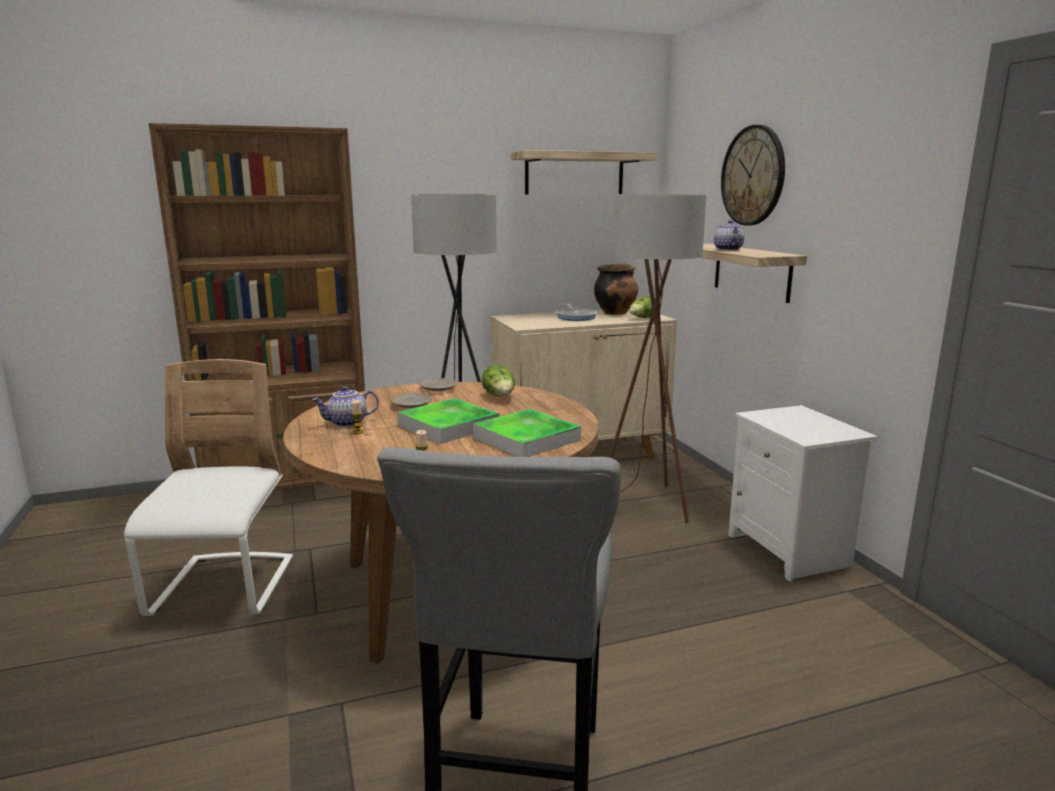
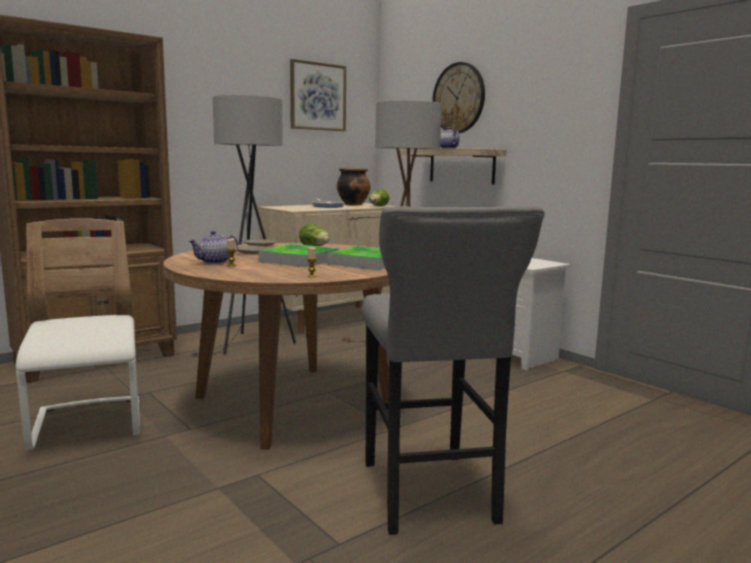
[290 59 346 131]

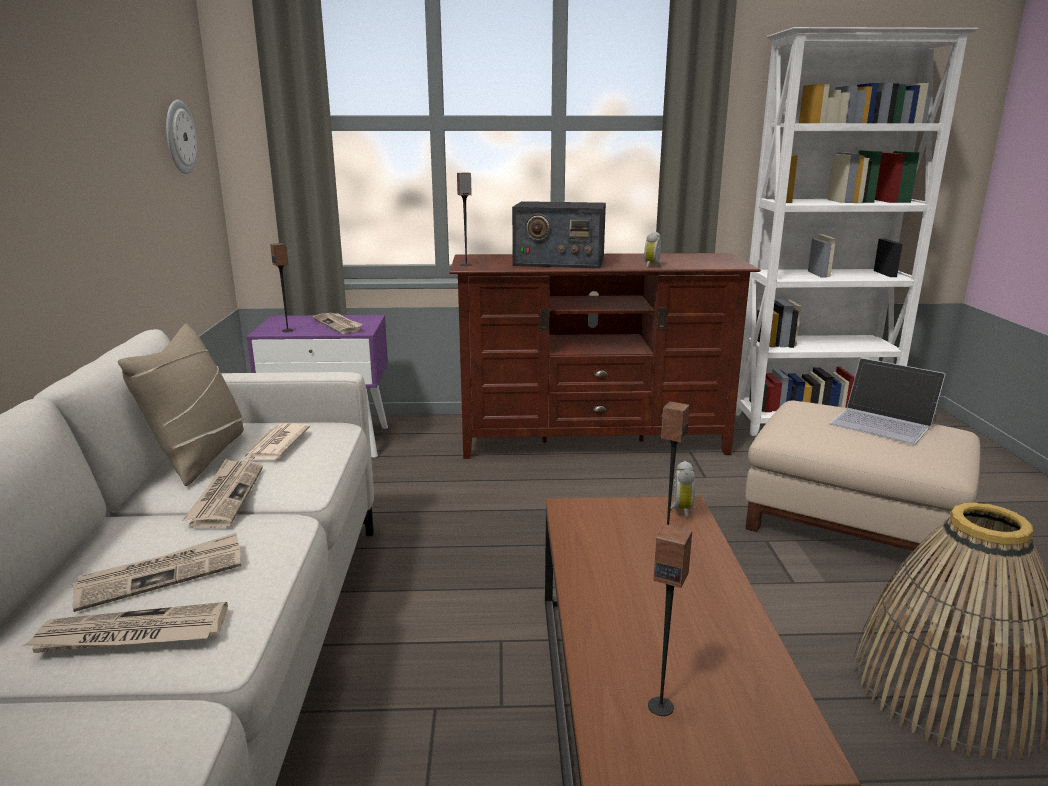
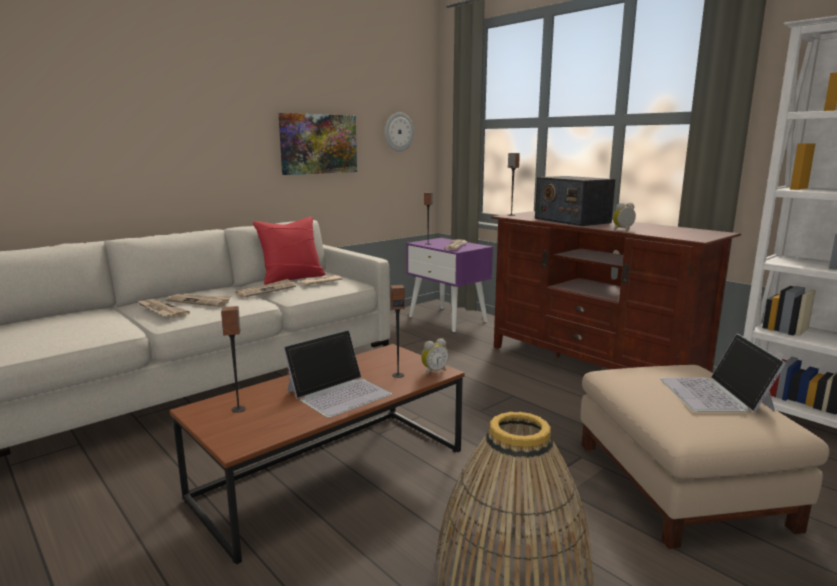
[253 217 326 285]
[278 113 357 175]
[283 330 392 418]

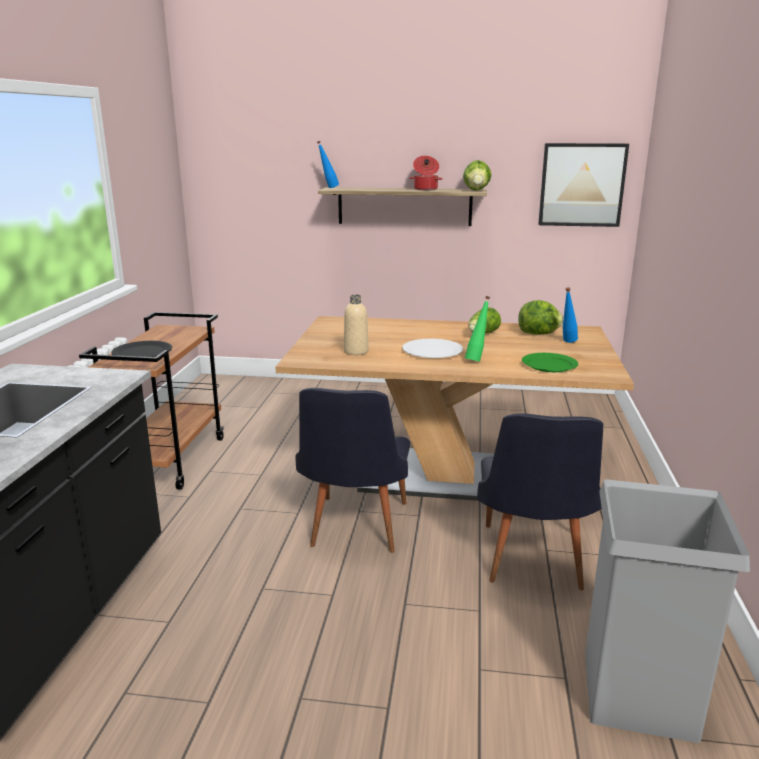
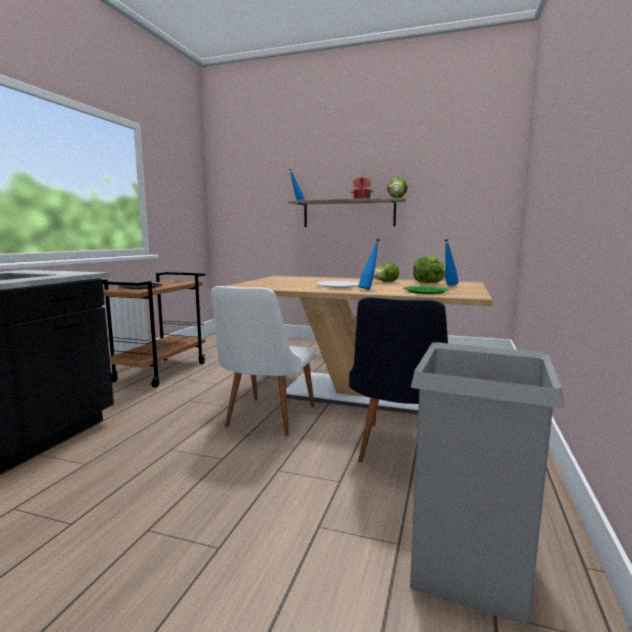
[211 286 316 436]
[358 239 380 290]
[344 294 369 355] (first image)
[538 143 629 227] (first image)

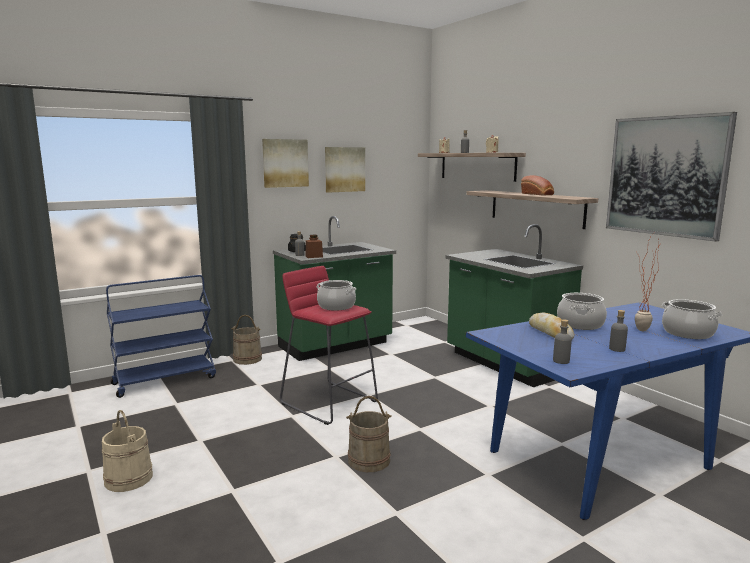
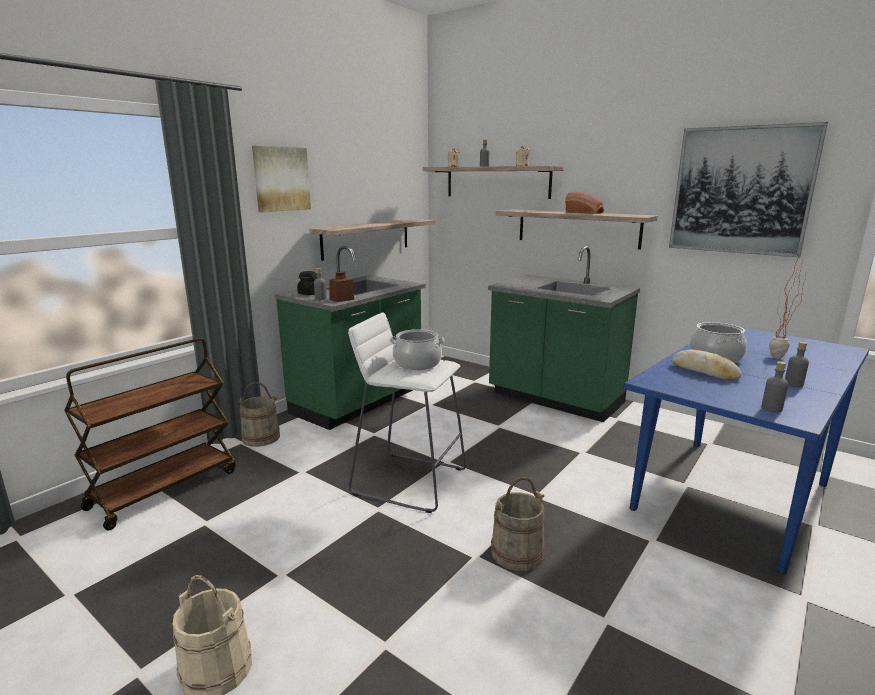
[64 338 236 530]
[310 219 435 261]
[348 312 466 513]
[325 147 365 193] (first image)
[662 299 722 339] (first image)

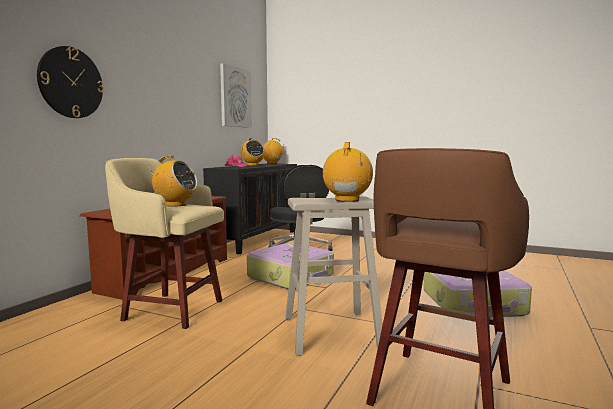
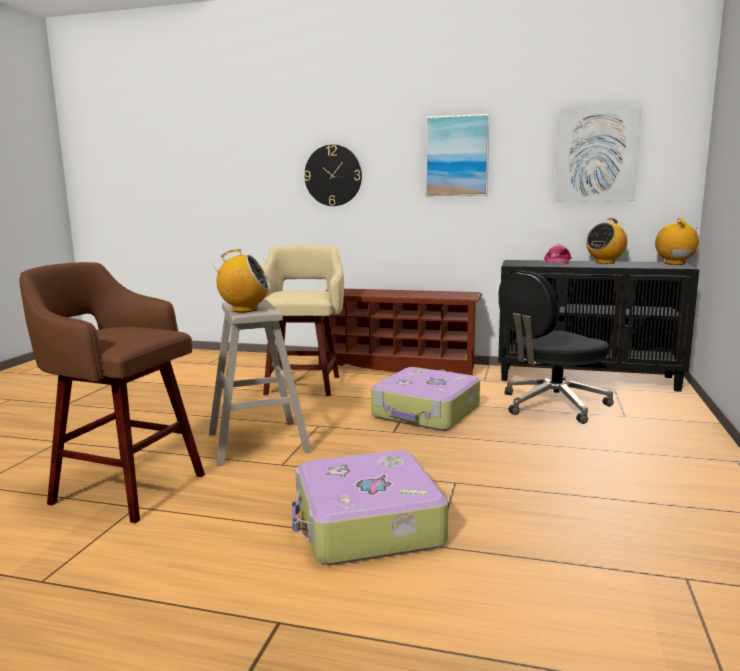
[426 114 490 196]
[148 156 197 207] (first image)

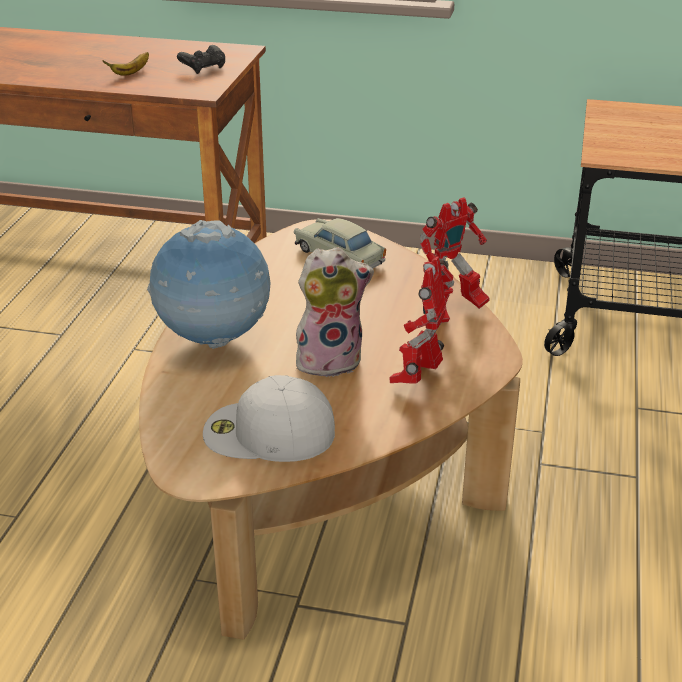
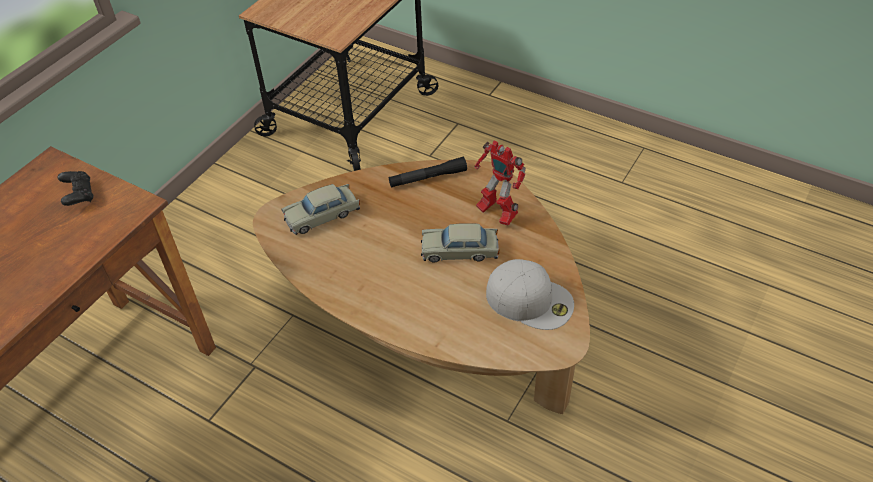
[389 157 467 188]
[421 223 499 263]
[486 259 574 330]
[102 52 149 76] (first image)
[147 220 271 349] (first image)

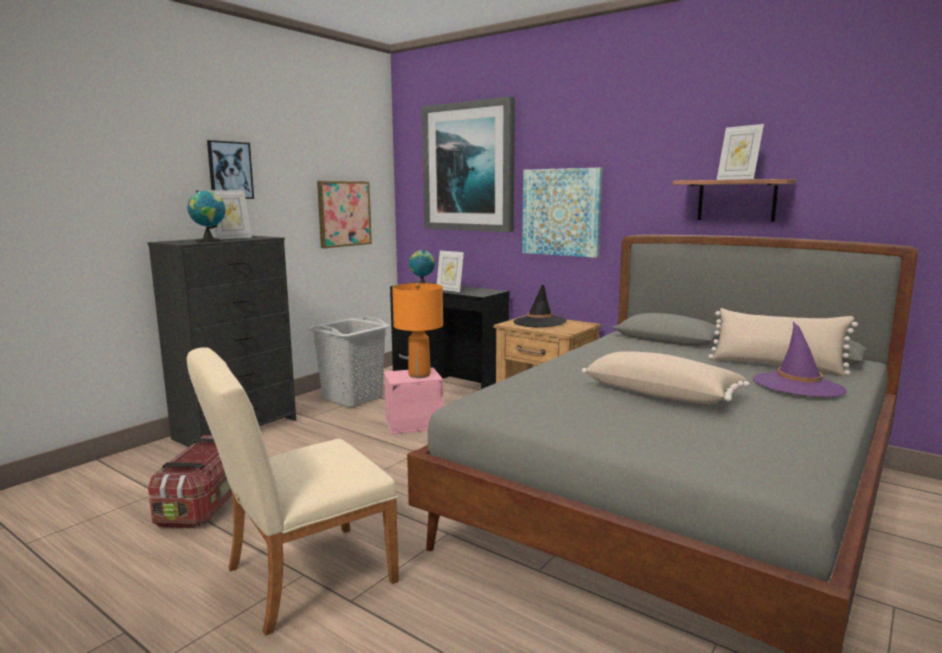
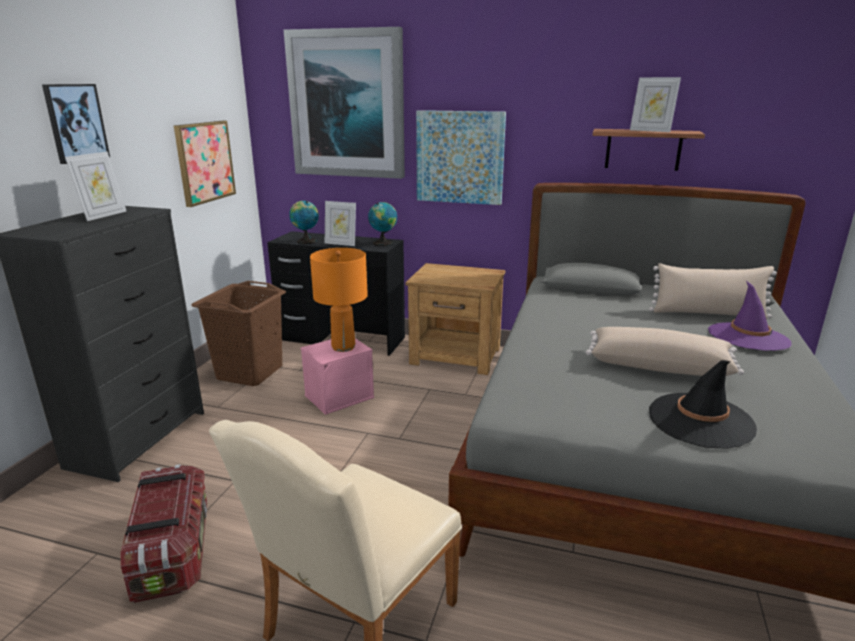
[192 281 286 386]
[368 202 397 246]
[649 360 757 449]

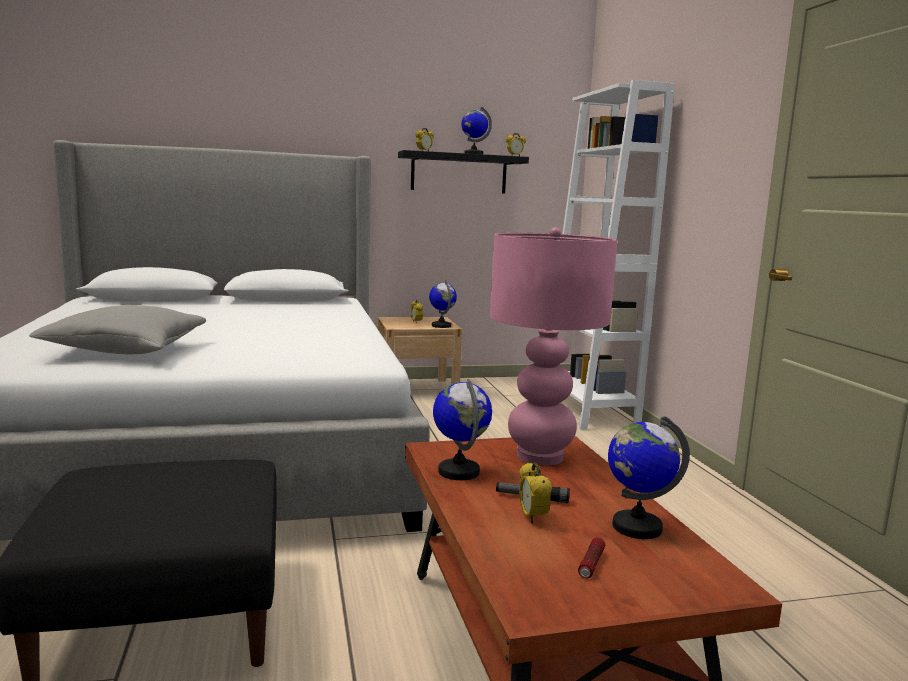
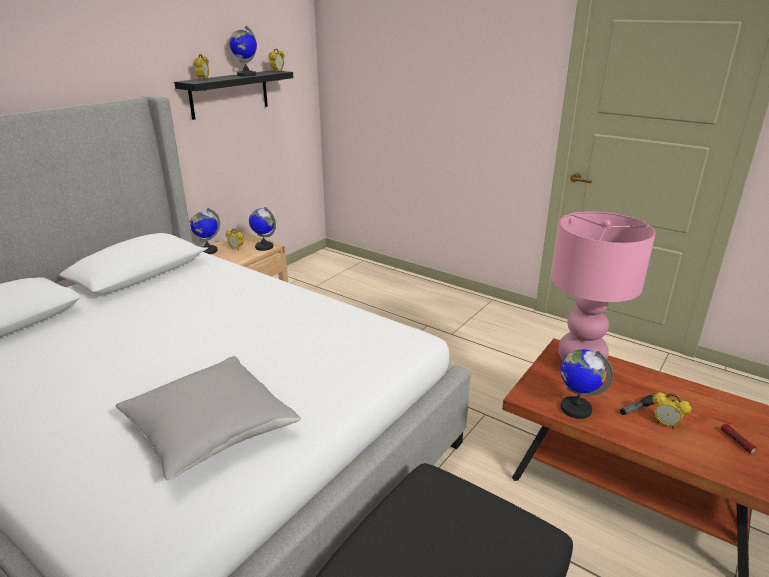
[190 208 220 254]
[563 80 675 430] (first image)

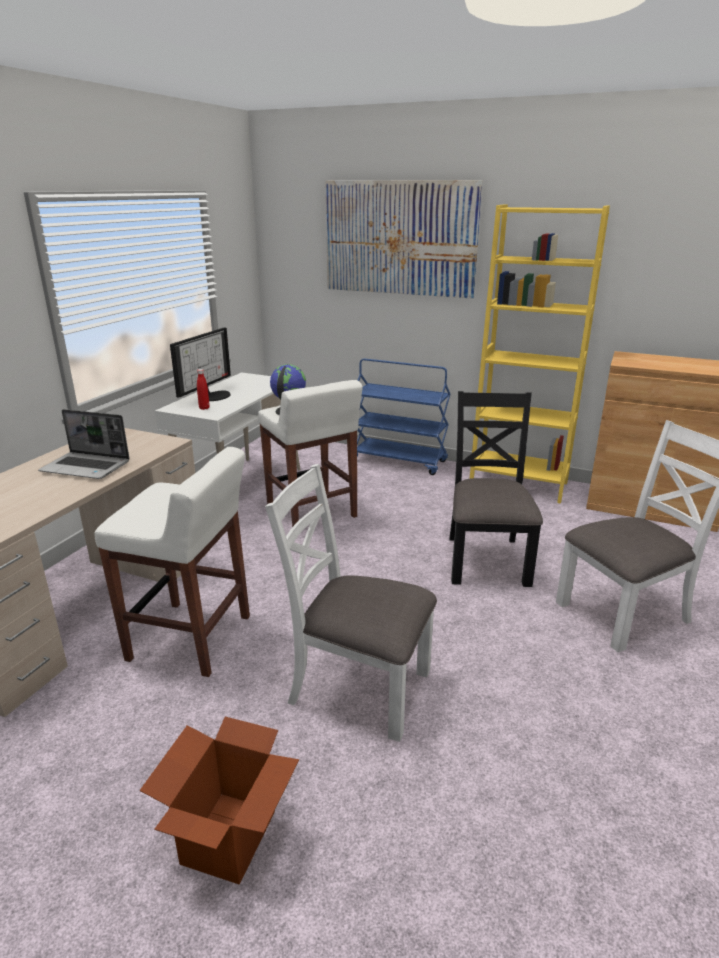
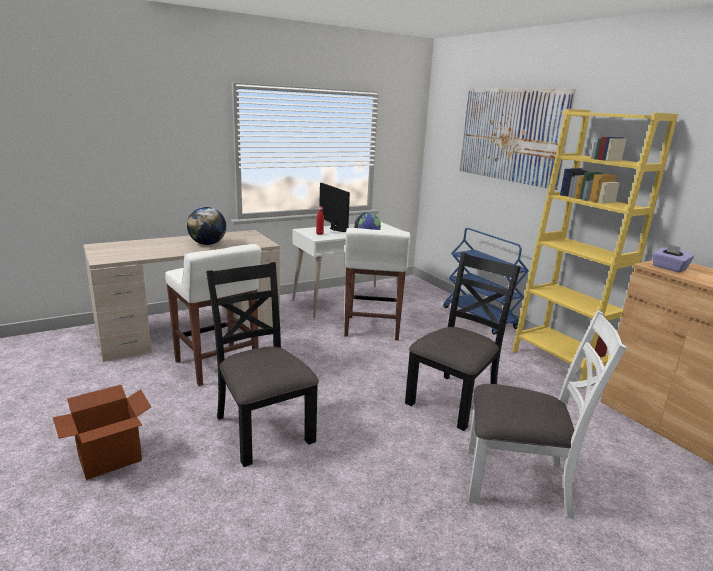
[187 207 226 245]
[206 262 319 467]
[319 183 350 232]
[652 244 694 272]

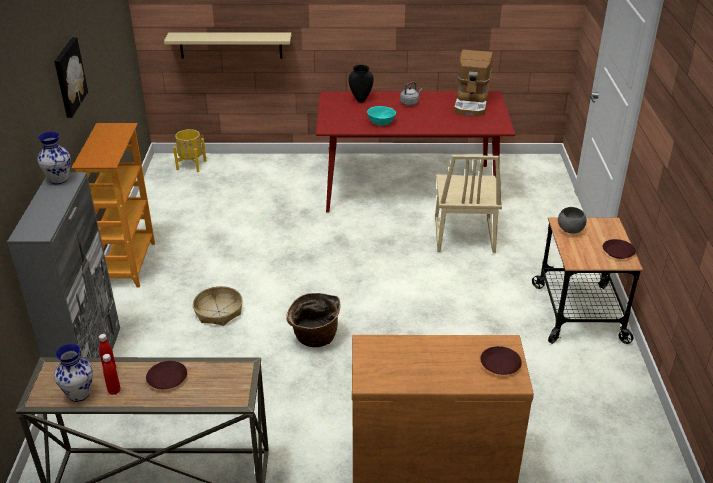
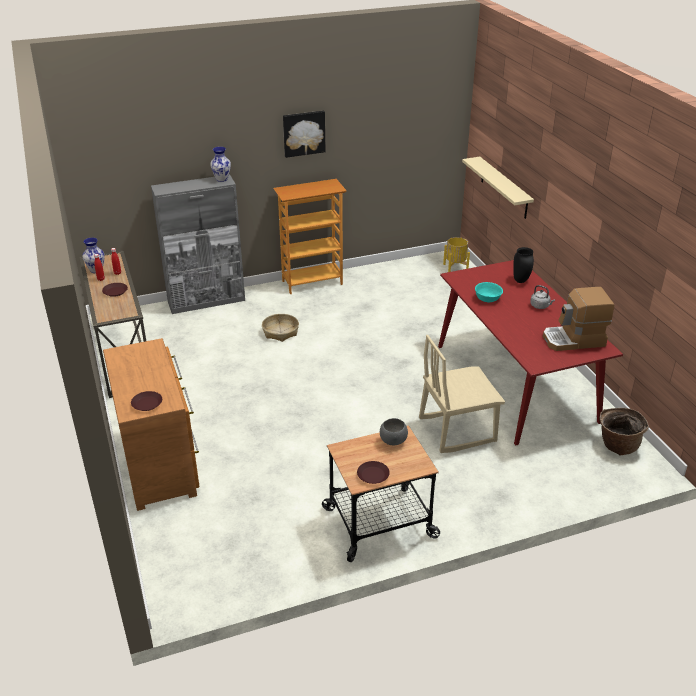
[599 408 649 456]

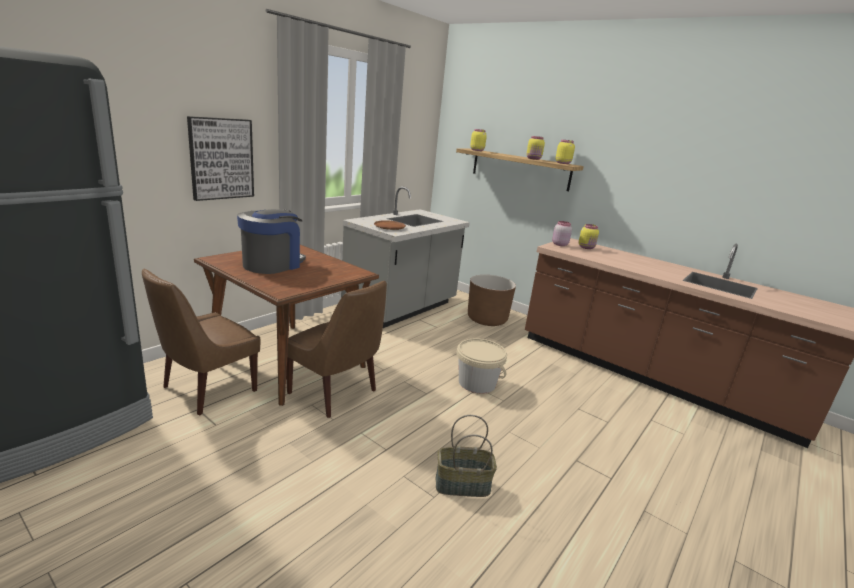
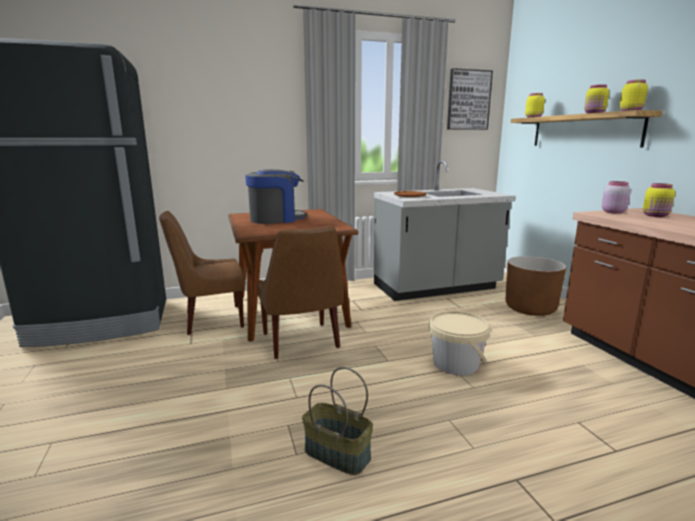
[447 68 493 130]

